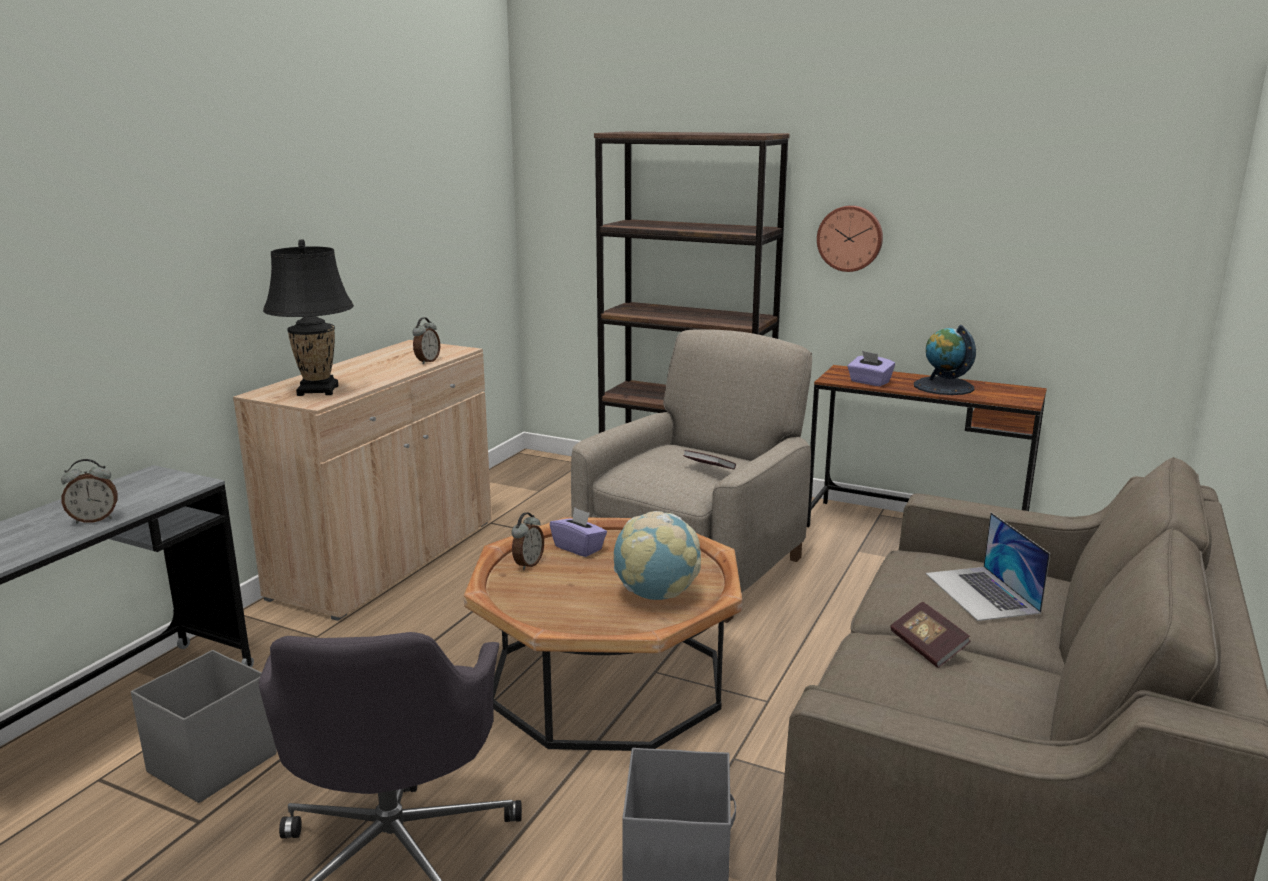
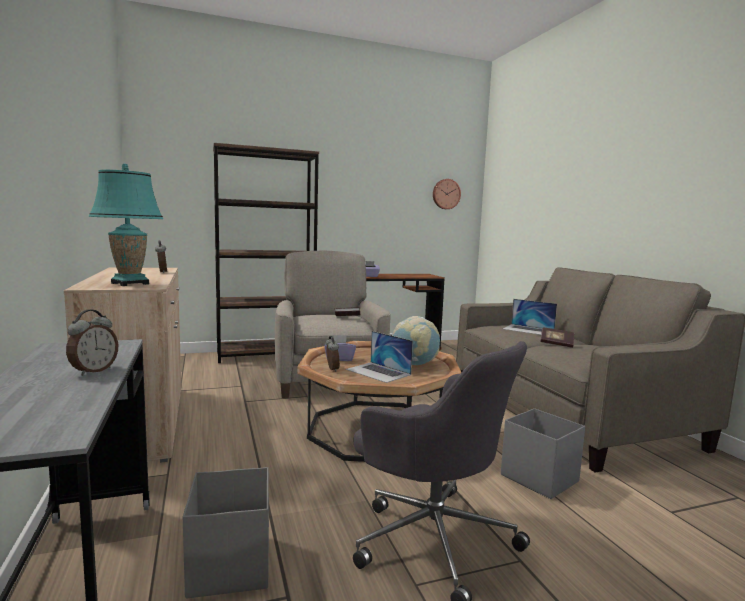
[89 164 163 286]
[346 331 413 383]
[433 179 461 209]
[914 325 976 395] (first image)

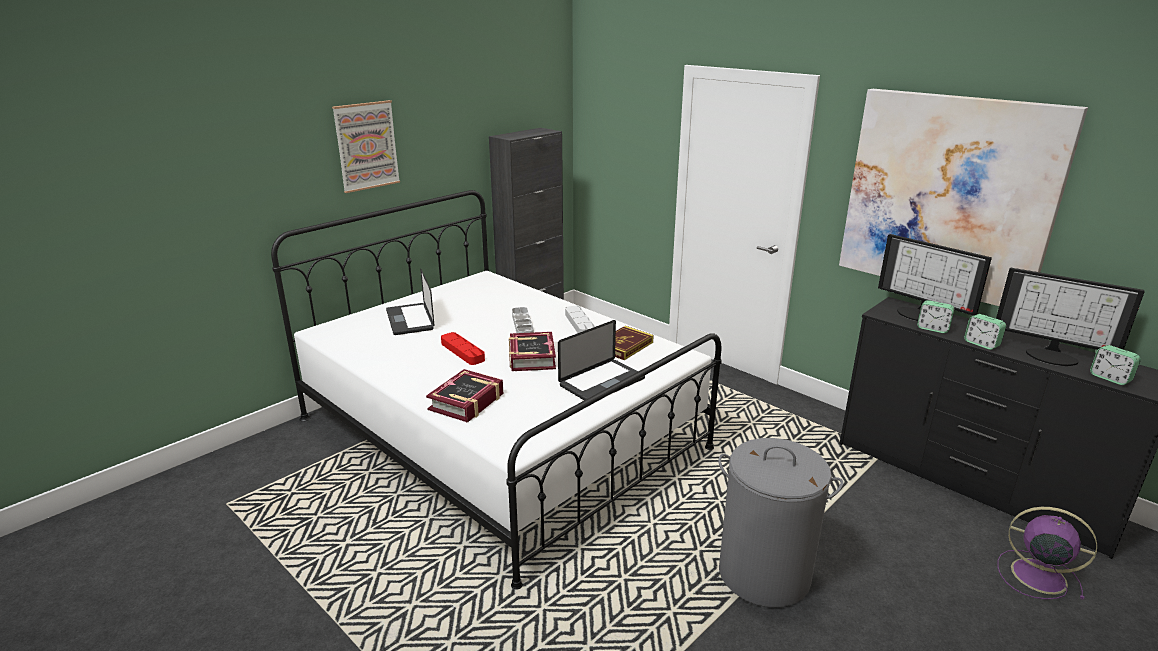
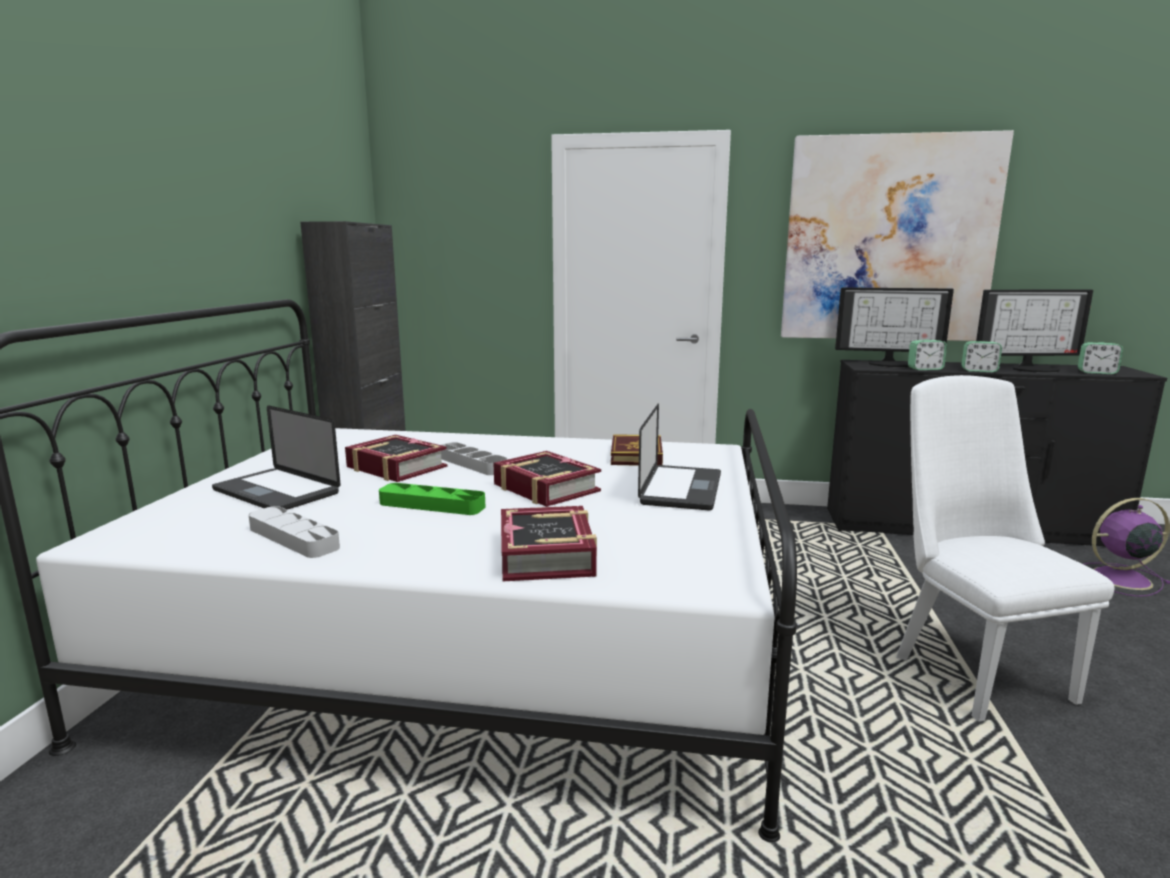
[248 506 340 558]
[345 435 447 482]
[379 483 485 515]
[896 375 1114 722]
[332 100 400 193] (first image)

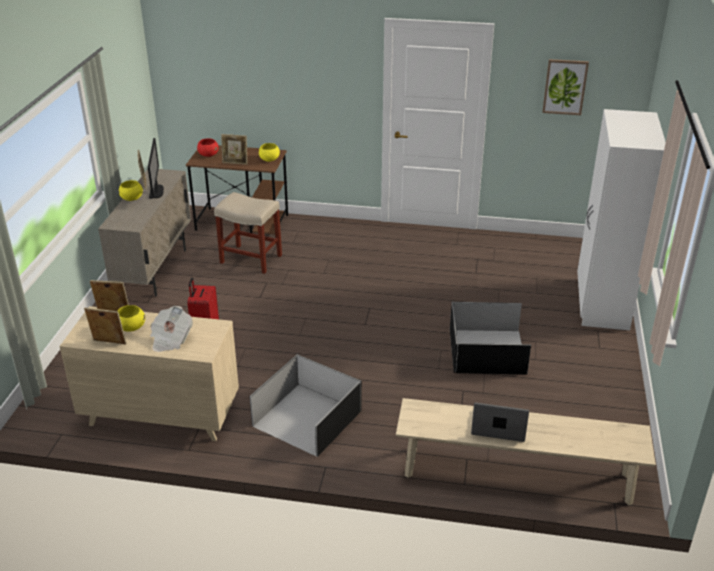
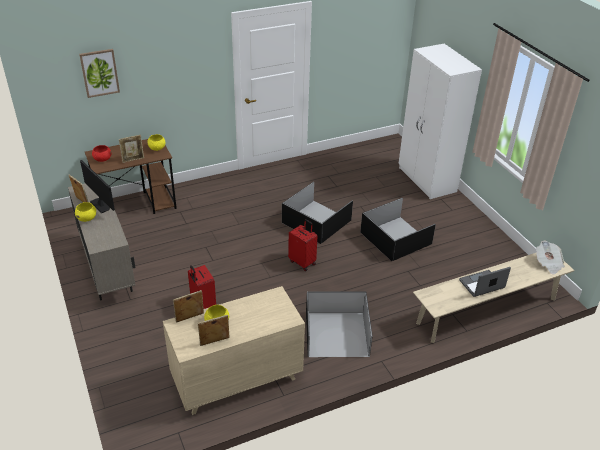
[79 49 120 98]
[282 182 353 244]
[288 219 317 271]
[536 241 565 275]
[214 192 282 274] (first image)

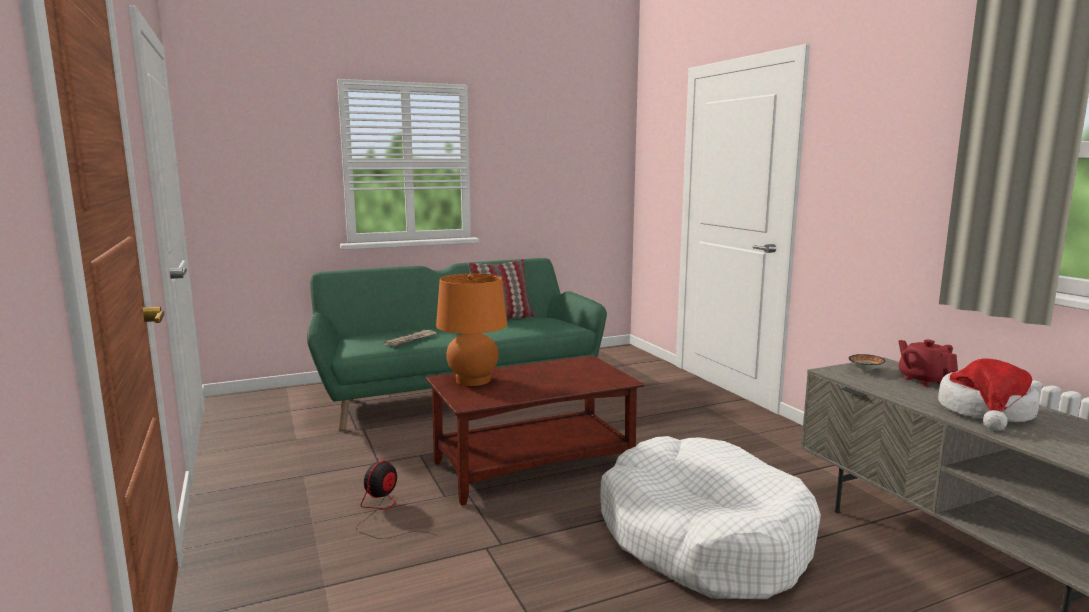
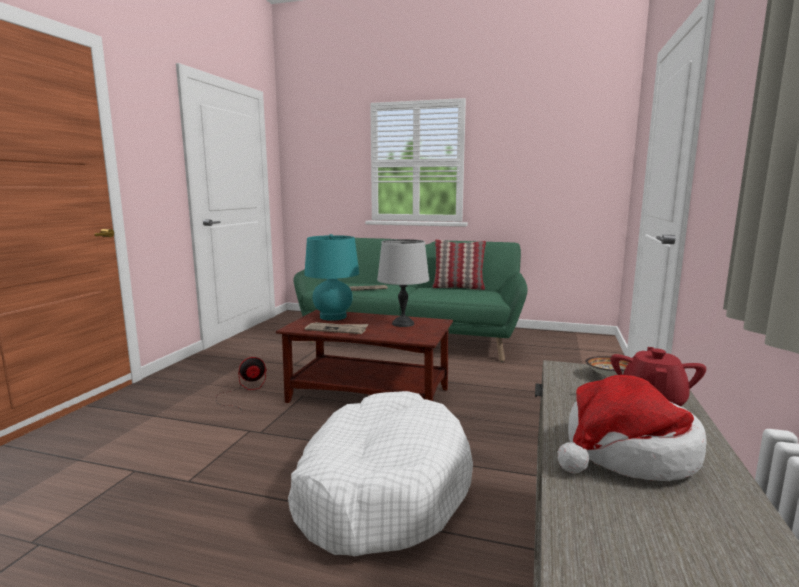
[304 234 359 321]
[305 322 368 334]
[377 239 429 327]

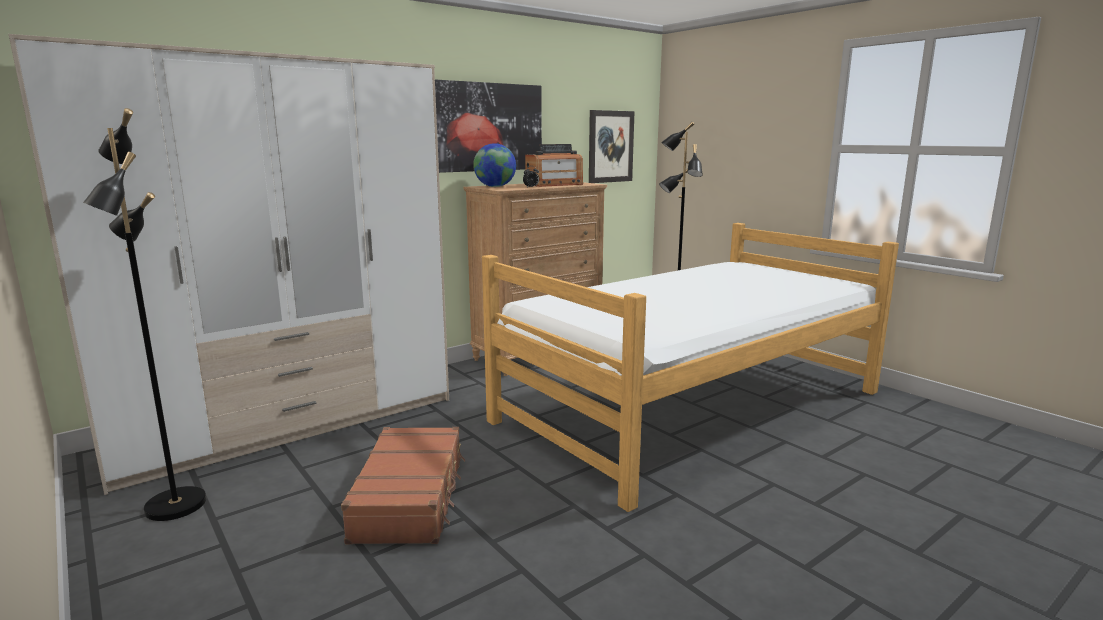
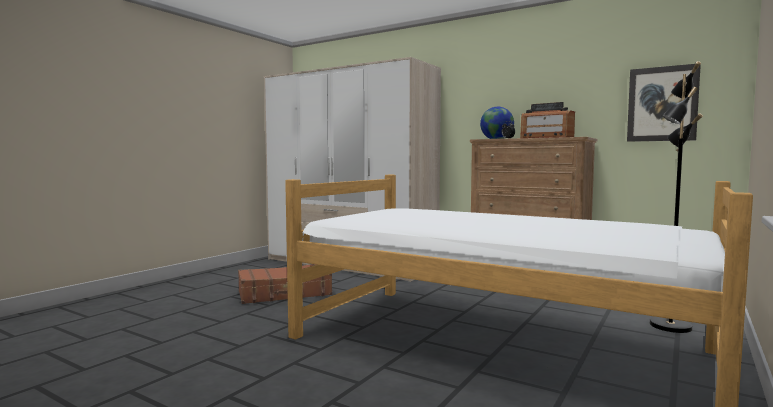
[83 108 206 521] (first image)
[435 80 542 173] (first image)

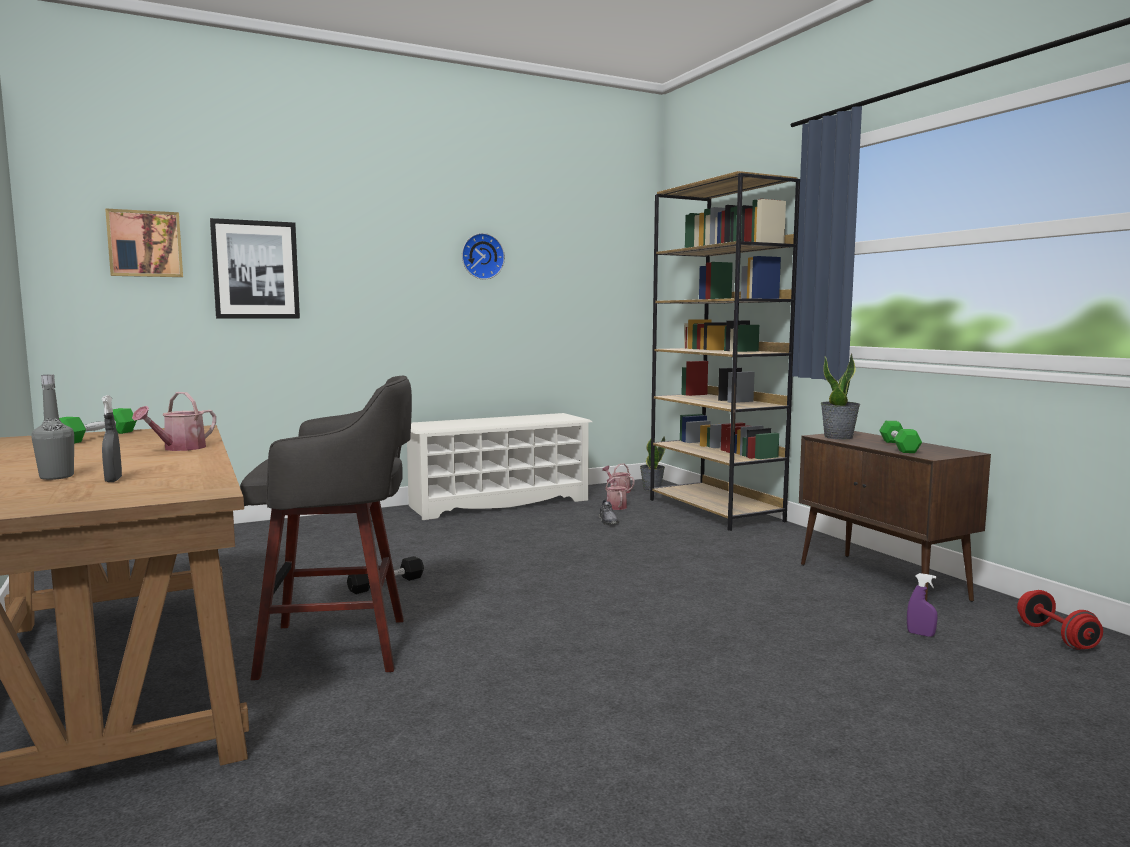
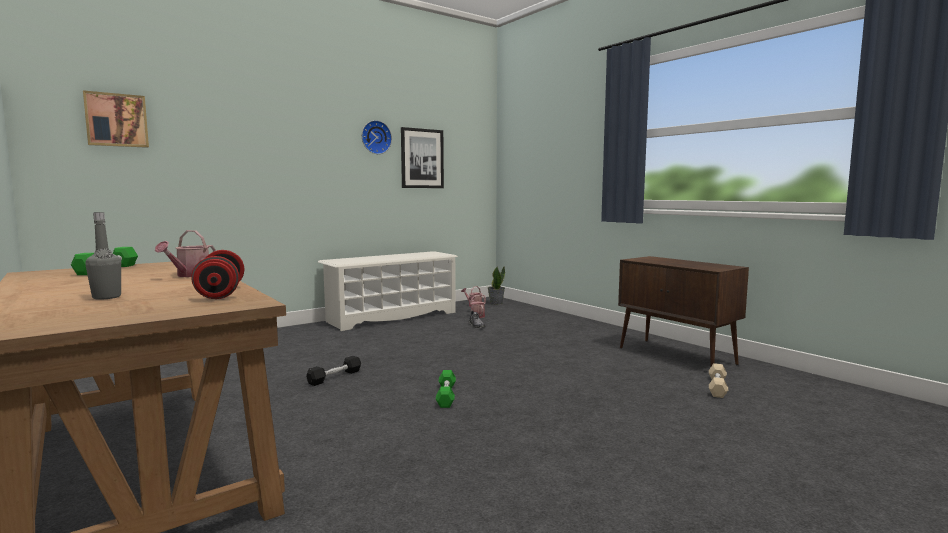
[191 250 244 299]
[401 127 444 188]
[436 370 456 408]
[709 363 728 398]
[102 395 122 482] (first image)
[240 376 412 680] (first image)
[650 171 800 531] (first image)
[821 354 860 439] (first image)

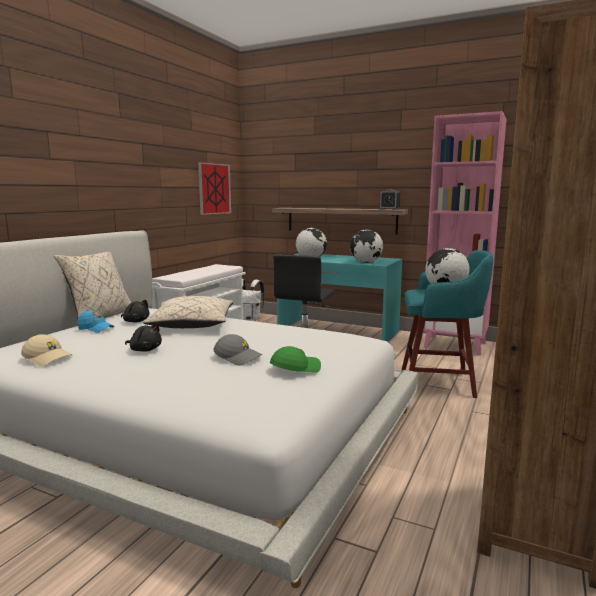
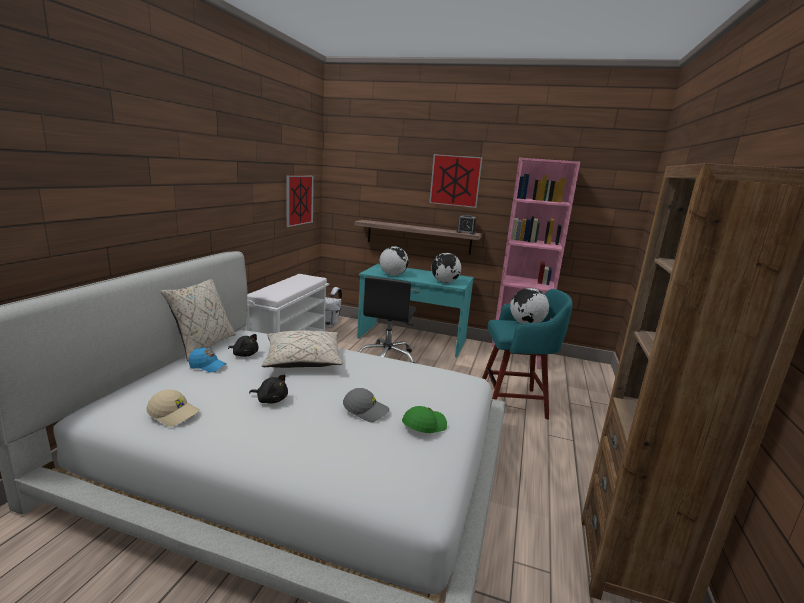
[429 154 483 208]

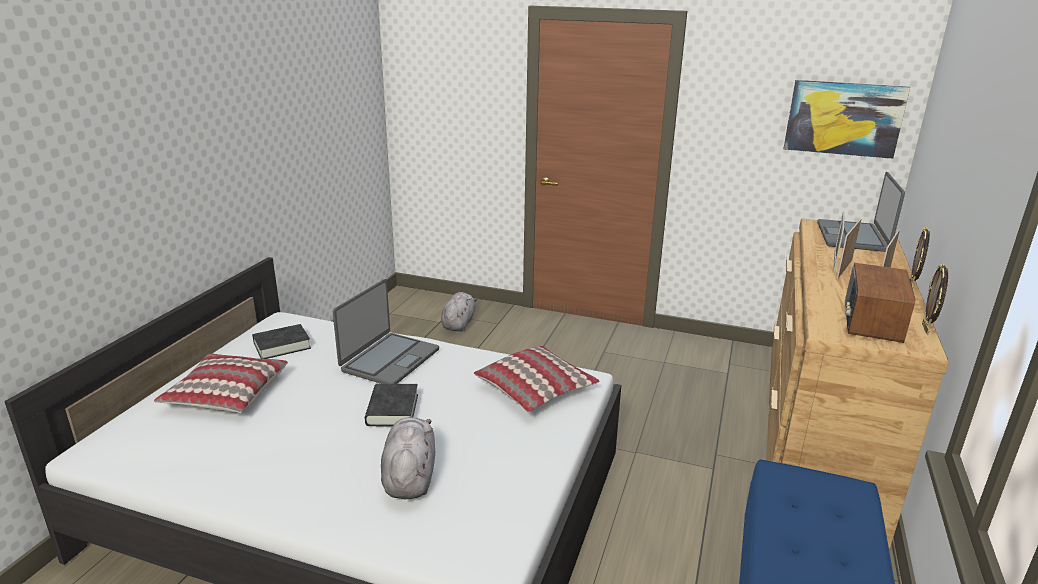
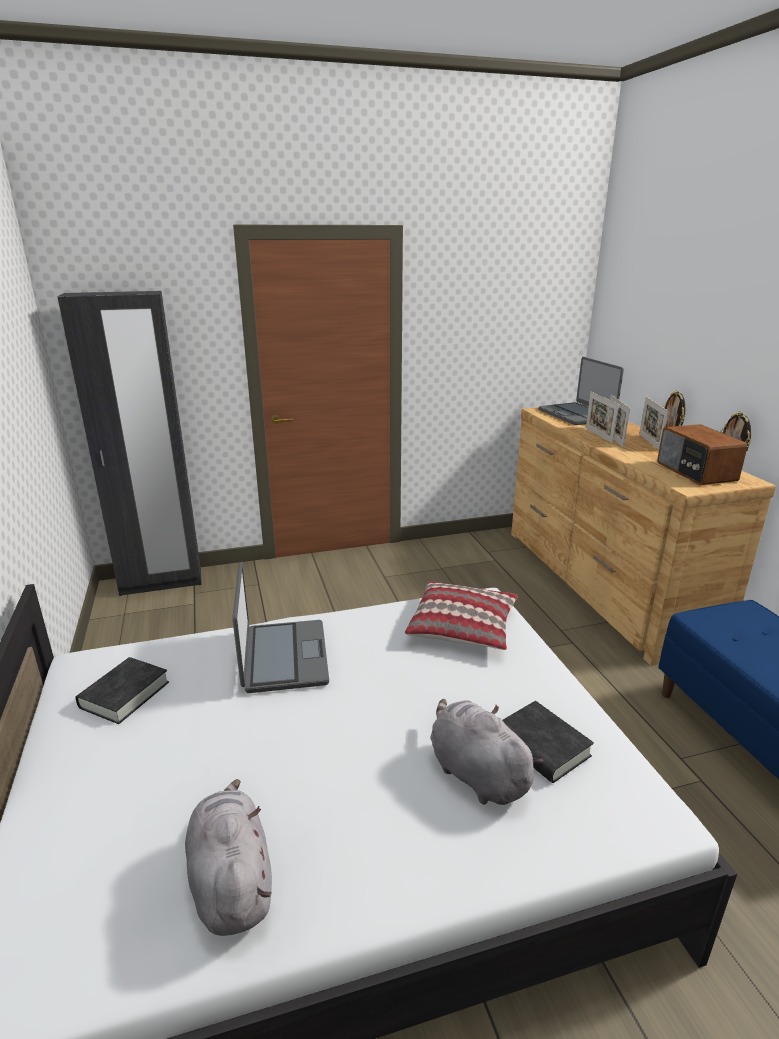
[57 291 202 596]
[185 779 272 936]
[502 701 594 783]
[154 353 288 413] (first image)
[784 80 910 159] (first image)

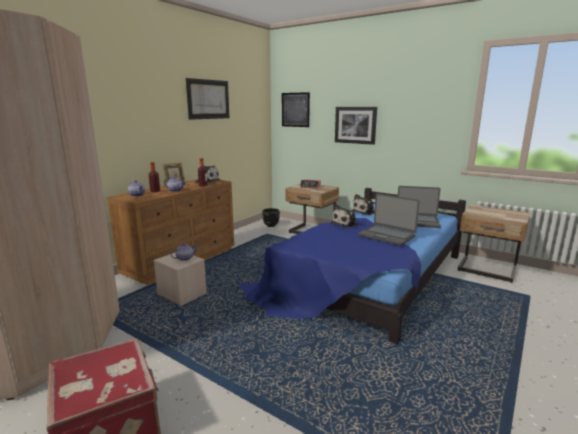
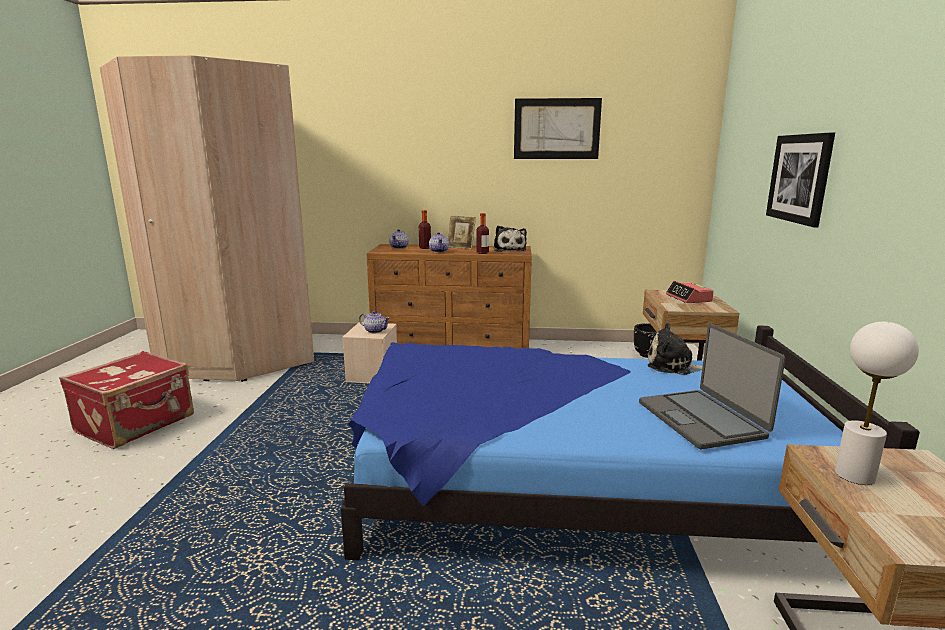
[835 322 919 485]
[282 92 310 127] (first image)
[331 204 358 228] (first image)
[358 193 420 246] (first image)

